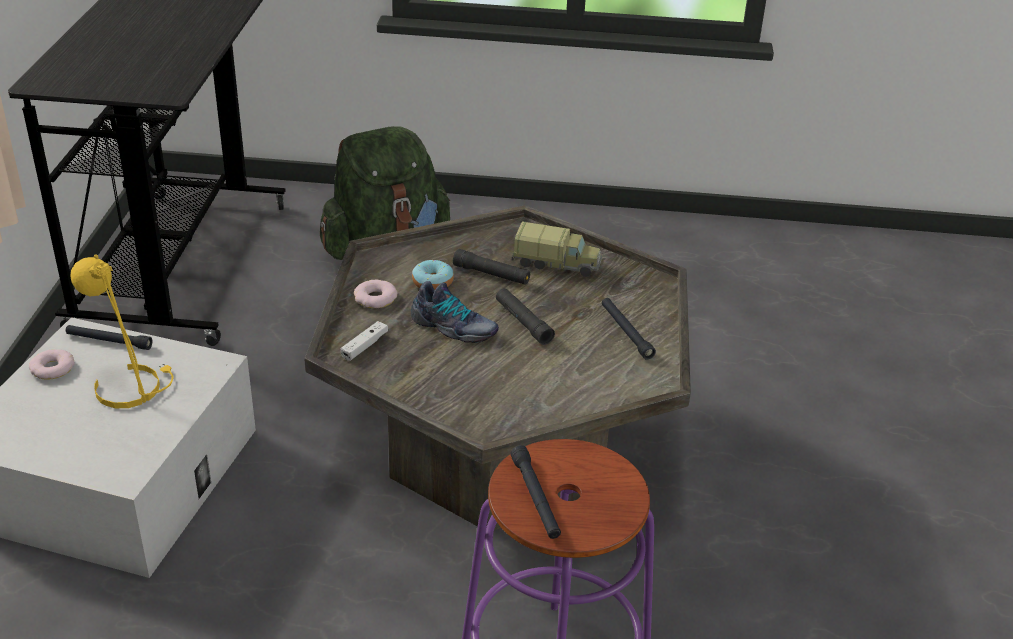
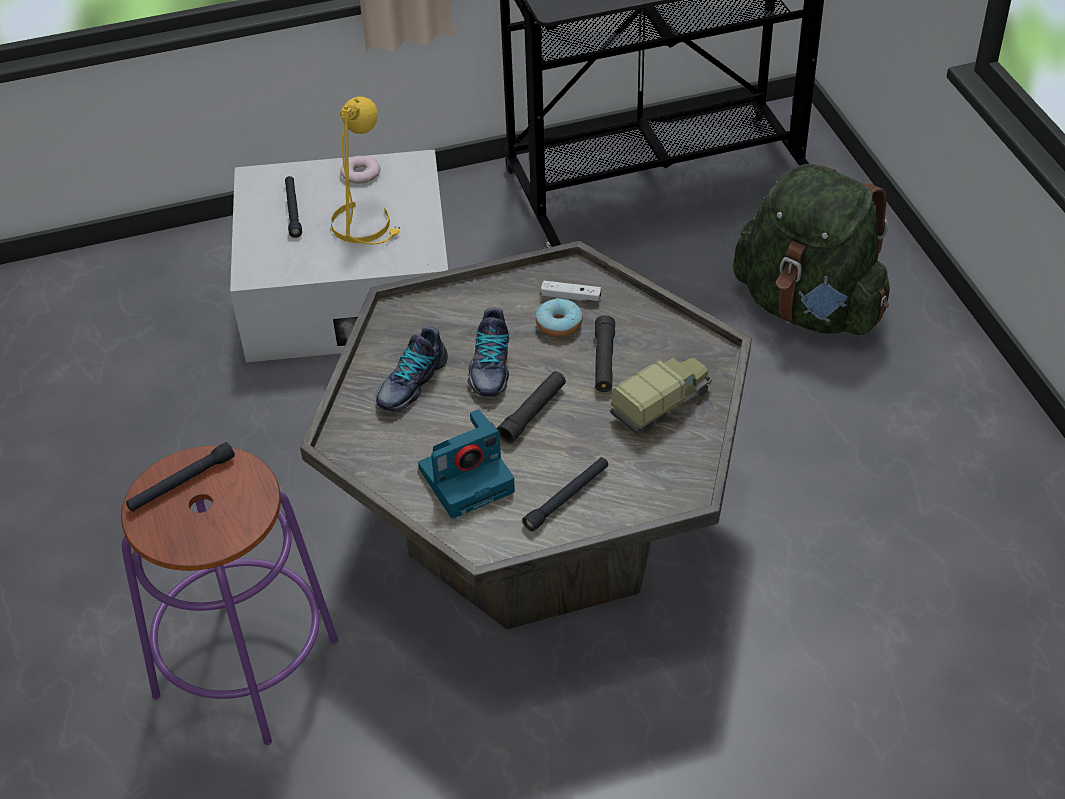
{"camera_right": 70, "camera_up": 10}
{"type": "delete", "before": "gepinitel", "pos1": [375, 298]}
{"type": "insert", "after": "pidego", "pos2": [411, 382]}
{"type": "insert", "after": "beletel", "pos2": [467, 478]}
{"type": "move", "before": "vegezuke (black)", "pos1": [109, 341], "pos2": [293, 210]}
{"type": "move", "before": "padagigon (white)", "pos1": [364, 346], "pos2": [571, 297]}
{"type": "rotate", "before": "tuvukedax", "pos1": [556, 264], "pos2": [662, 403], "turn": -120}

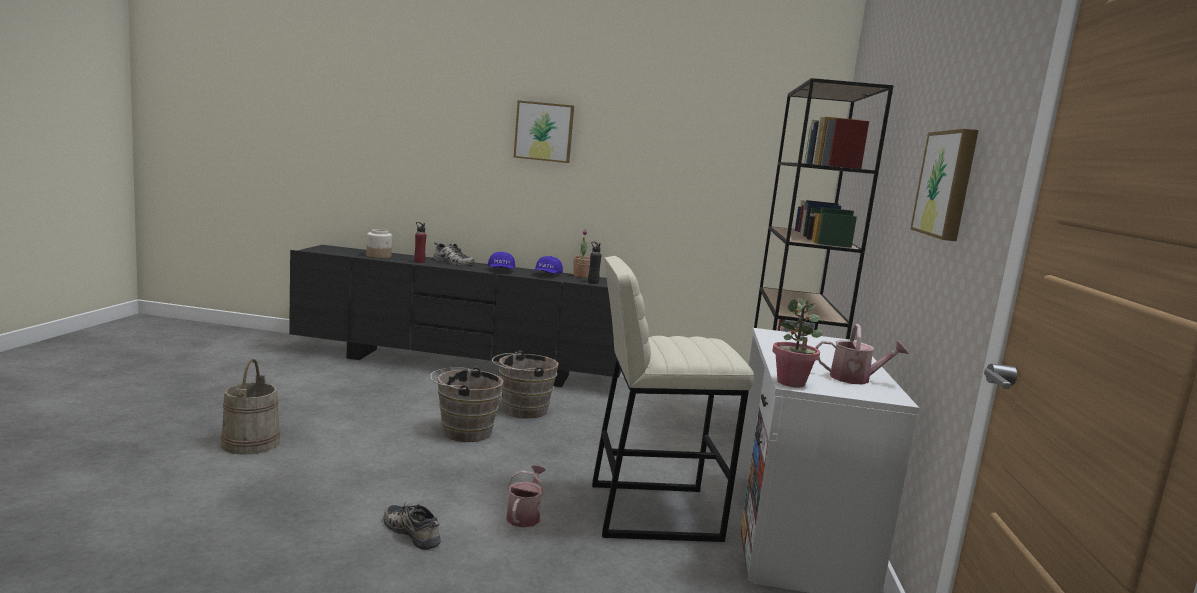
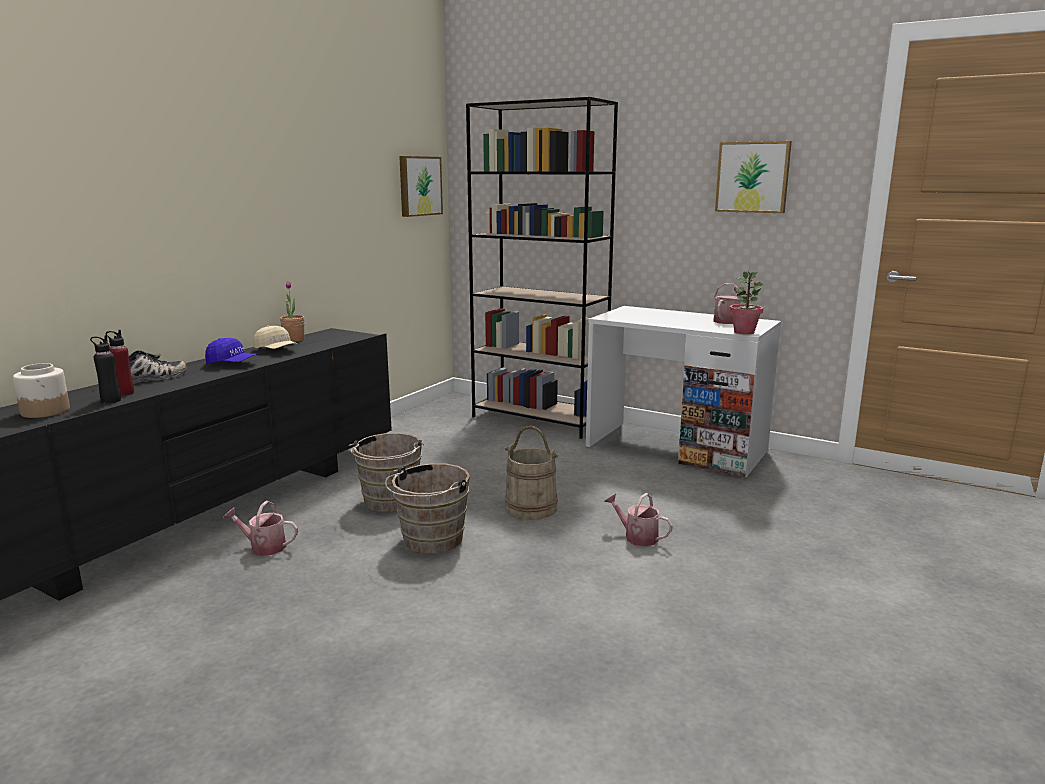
{"camera_right": -65, "camera_up": 5}
{"type": "delete", "before": "pidego", "pos1": [413, 532]}
{"type": "delete", "before": "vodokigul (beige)", "pos1": [650, 511]}
{"type": "insert", "after": "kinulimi", "pos2": [263, 547]}
{"type": "move", "before": "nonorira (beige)", "pos1": [251, 443], "pos2": [531, 507]}
{"type": "move", "before": "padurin", "pos1": [544, 132], "pos2": [419, 186]}
{"type": "move", "before": "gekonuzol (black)", "pos1": [593, 282], "pos2": [111, 401]}
{"type": "recolor", "before": "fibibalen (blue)", "after": "fibibalen (beige)", "pos1": [547, 275], "pos2": [276, 350]}

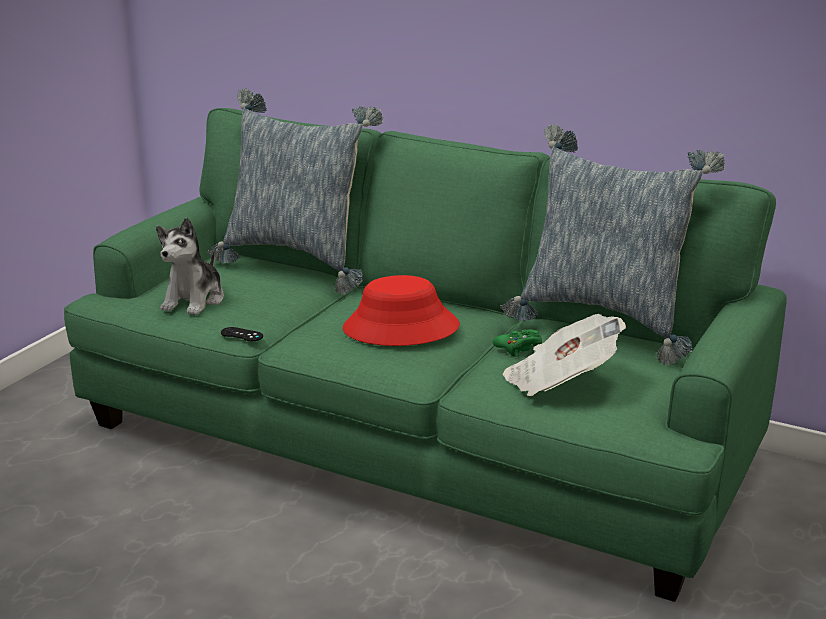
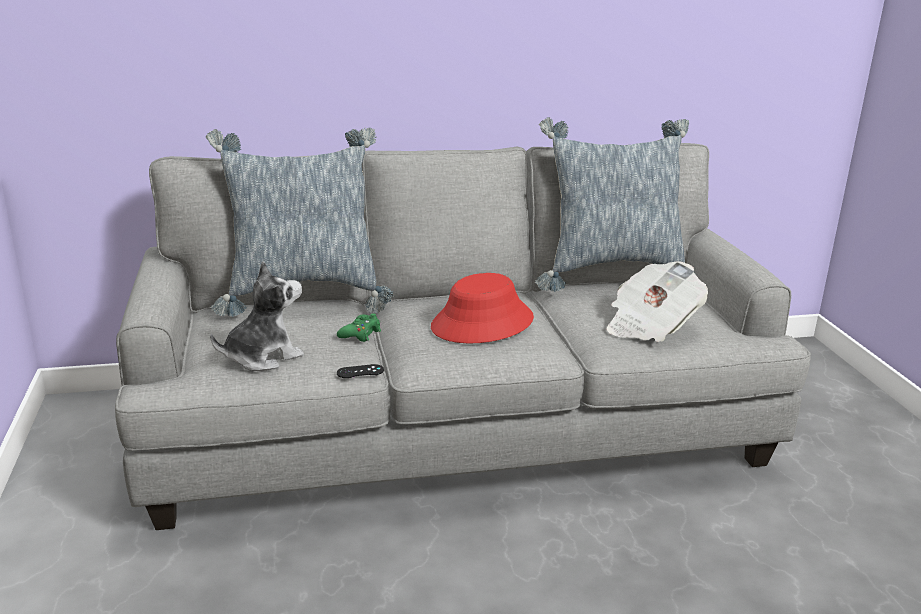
{"camera_right": -40, "camera_up": 0}
{"type": "move", "before": "padagigon (green)", "pos1": [519, 348], "pos2": [360, 334]}
{"type": "recolor", "before": "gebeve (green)", "after": "gebeve (grey)", "pos1": [413, 442], "pos2": [457, 429]}
{"type": "rotate", "before": "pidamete", "pos1": [194, 301], "pos2": [262, 357], "turn": -105}

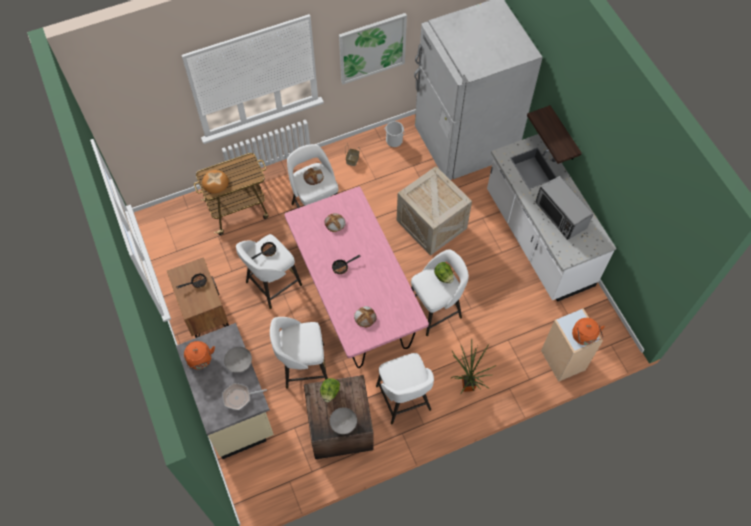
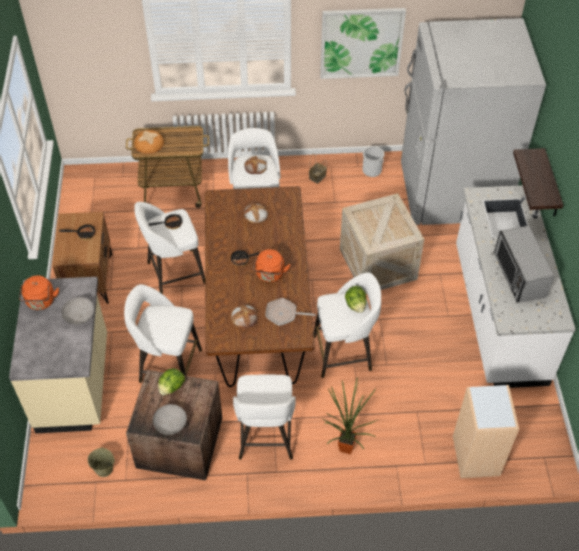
{"camera_right": 20, "camera_up": -10}
{"type": "insert", "after": "nonorira (beige)", "pos2": [104, 469]}
{"type": "move", "before": "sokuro", "pos1": [239, 397], "pos2": [284, 314]}
{"type": "move", "before": "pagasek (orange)", "pos1": [584, 337], "pos2": [270, 275]}
{"type": "recolor", "before": "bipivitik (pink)", "after": "bipivitik (brown)", "pos1": [356, 298], "pos2": [259, 314]}

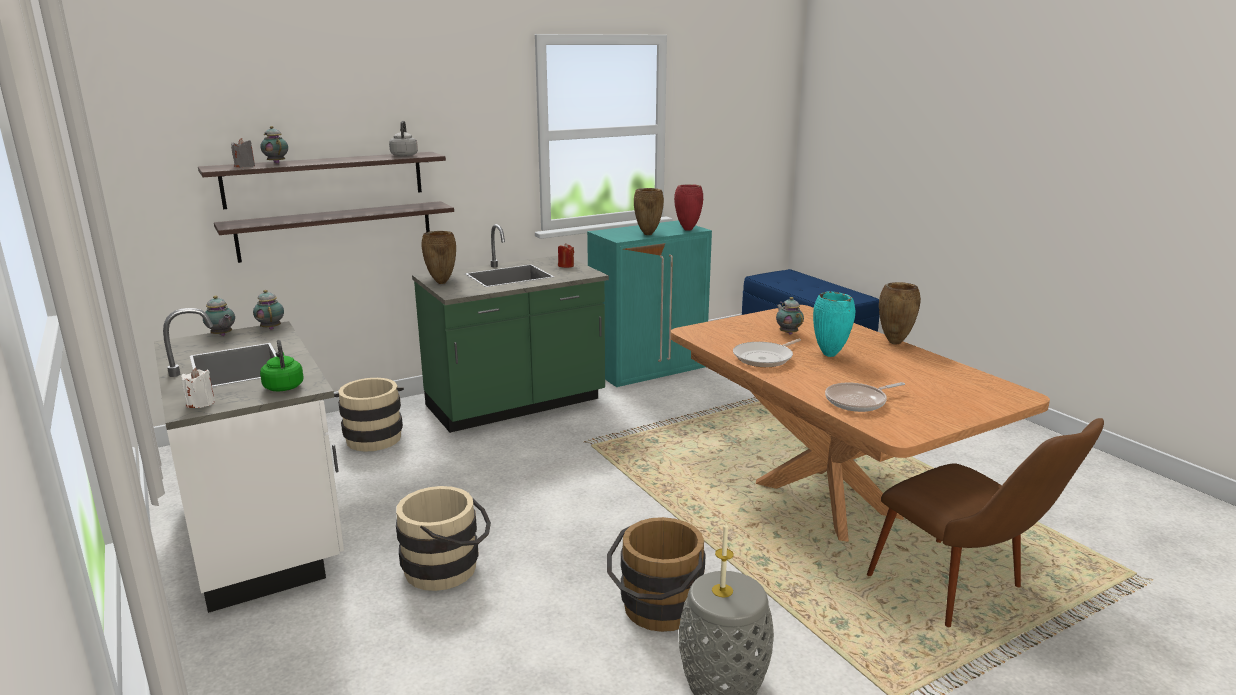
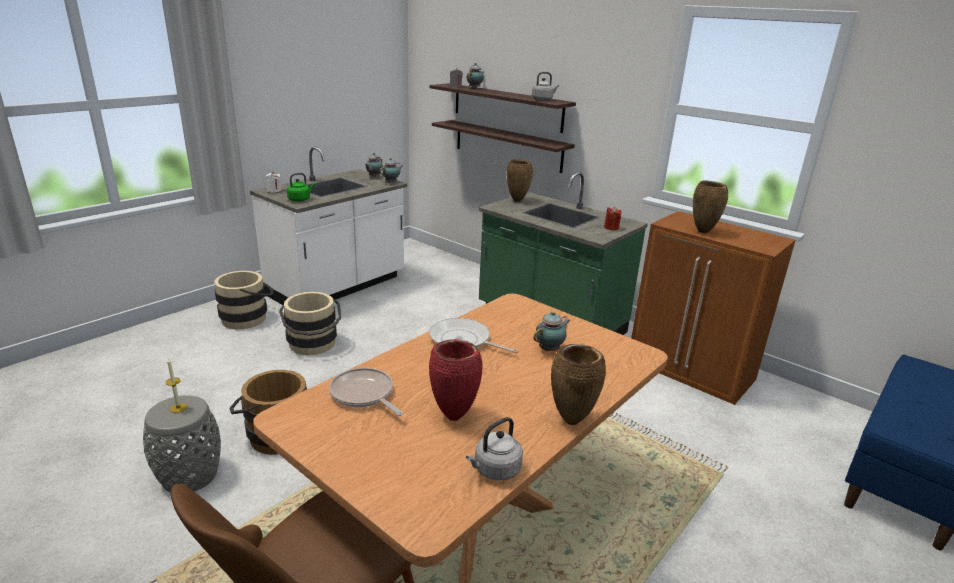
{"camera_right": 70, "camera_up": 5}
{"type": "delete", "before": "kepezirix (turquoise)", "pos1": [830, 355]}
{"type": "insert", "after": "pagasek (grey)", "pos2": [495, 470]}
{"type": "move", "before": "nonorira (beige)", "pos1": [373, 436], "pos2": [248, 318]}
{"type": "move", "before": "kepezirix (red)", "pos1": [687, 229], "pos2": [454, 416]}
{"type": "recolor", "before": "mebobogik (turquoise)", "after": "mebobogik (brown)", "pos1": [648, 367], "pos2": [691, 370]}

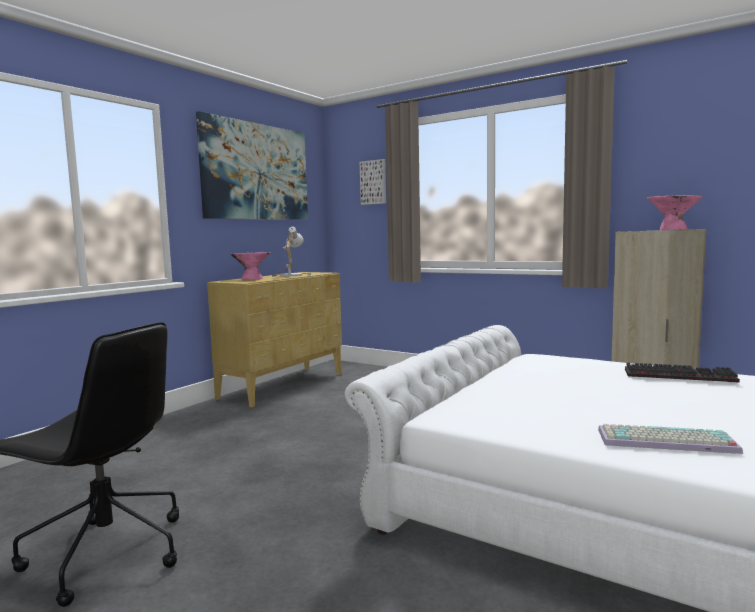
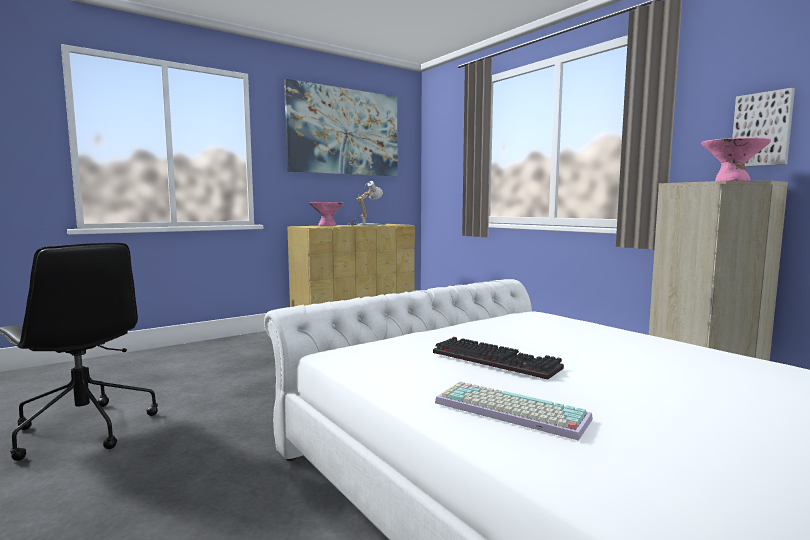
{"camera_right": 20, "camera_up": 0}
{"type": "move", "before": "padurin", "pos1": [374, 182], "pos2": [762, 129]}
{"type": "move", "before": "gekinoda", "pos1": [680, 375], "pos2": [498, 360]}

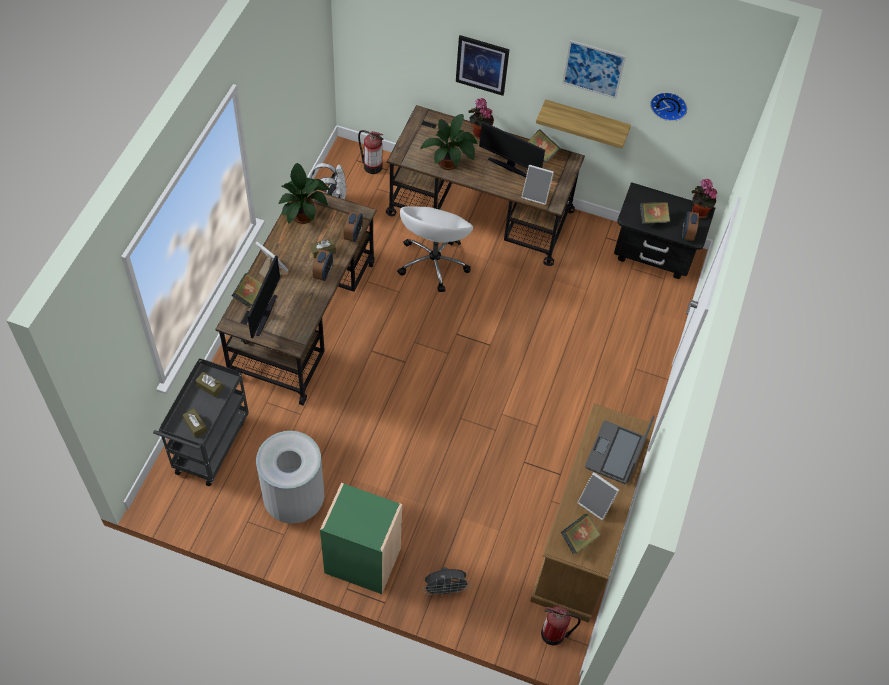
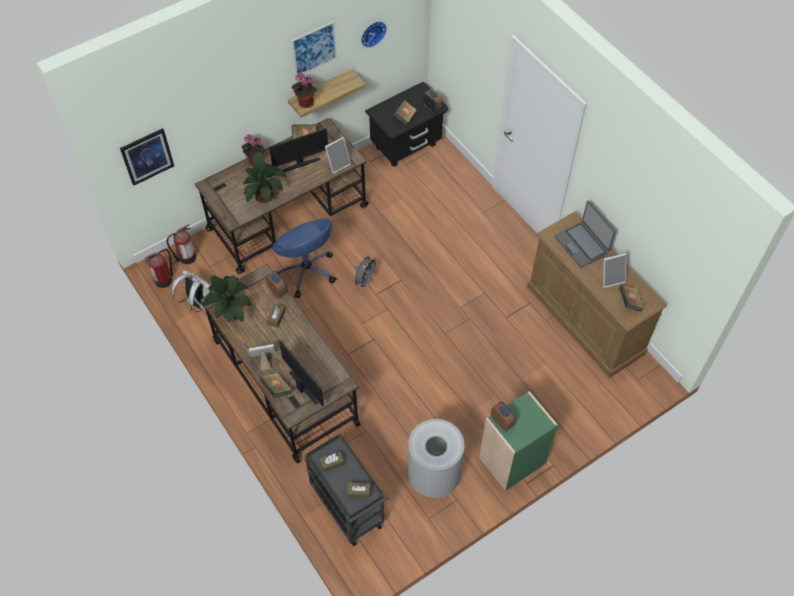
{"camera_right": -50, "camera_up": 0}
{"type": "move", "before": "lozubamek", "pos1": [323, 273], "pos2": [502, 421]}
{"type": "move", "before": "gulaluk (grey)", "pos1": [445, 590], "pos2": [365, 281]}
{"type": "move", "before": "padurin", "pos1": [482, 65], "pos2": [147, 156]}
{"type": "move", "before": "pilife", "pos1": [554, 634], "pos2": [164, 279]}
{"type": "move", "before": "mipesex", "pos1": [698, 211], "pos2": [305, 103]}
{"type": "recolor", "before": "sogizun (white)", "after": "sogizun (blue)", "pos1": [432, 265], "pos2": [307, 273]}

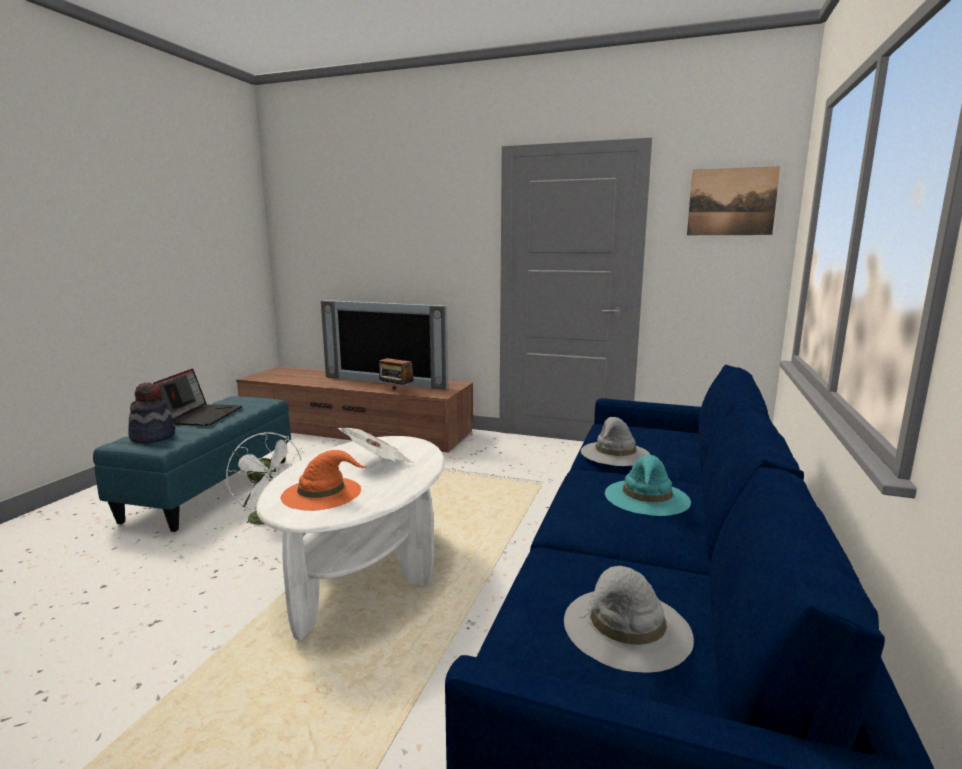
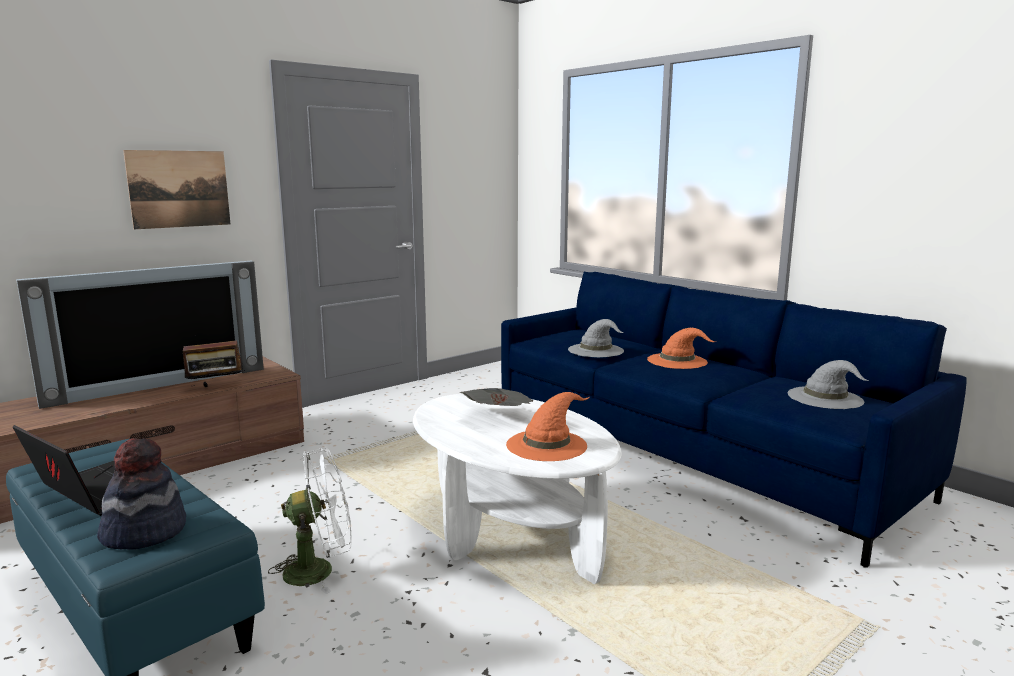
{"camera_right": -60, "camera_up": 0}
{"type": "move", "before": "padurin", "pos1": [731, 202], "pos2": [179, 189]}
{"type": "recolor", "before": "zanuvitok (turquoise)", "after": "zanuvitok (orange)", "pos1": [647, 497], "pos2": [678, 361]}

